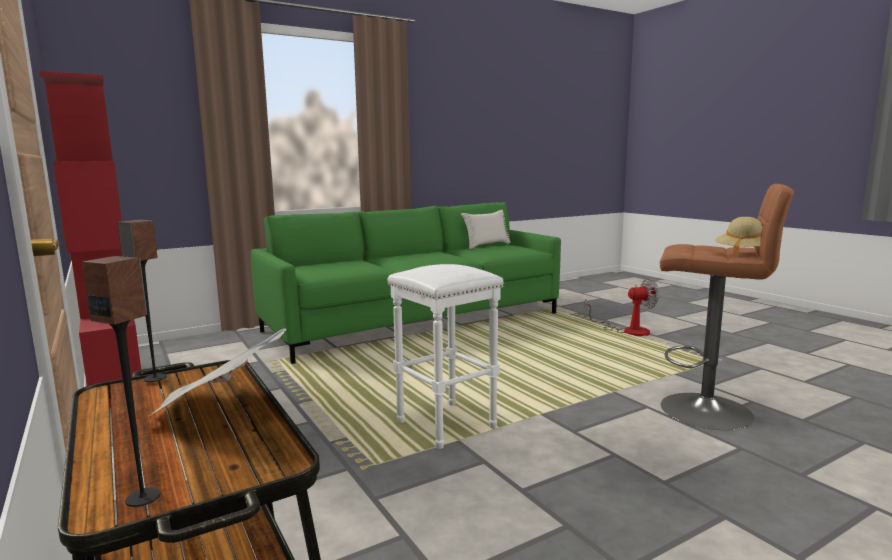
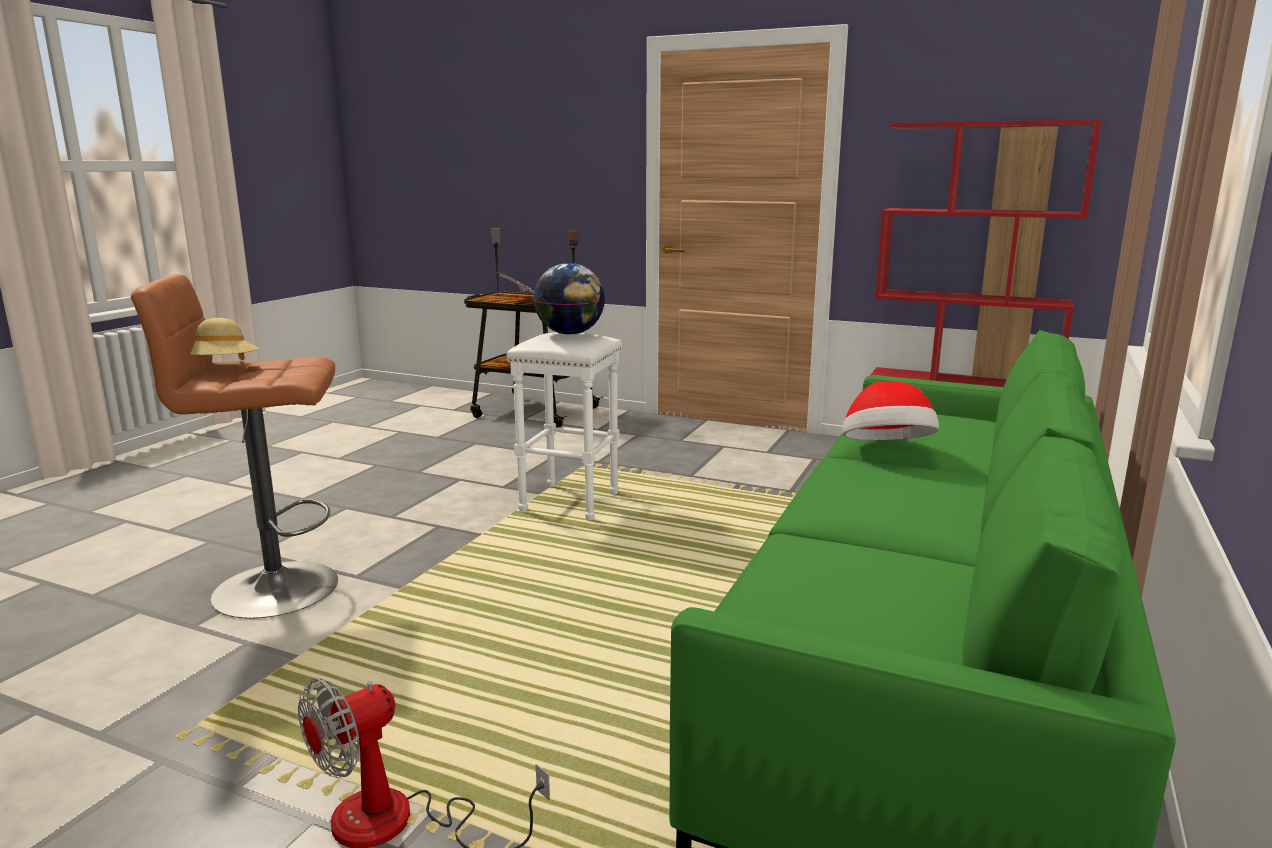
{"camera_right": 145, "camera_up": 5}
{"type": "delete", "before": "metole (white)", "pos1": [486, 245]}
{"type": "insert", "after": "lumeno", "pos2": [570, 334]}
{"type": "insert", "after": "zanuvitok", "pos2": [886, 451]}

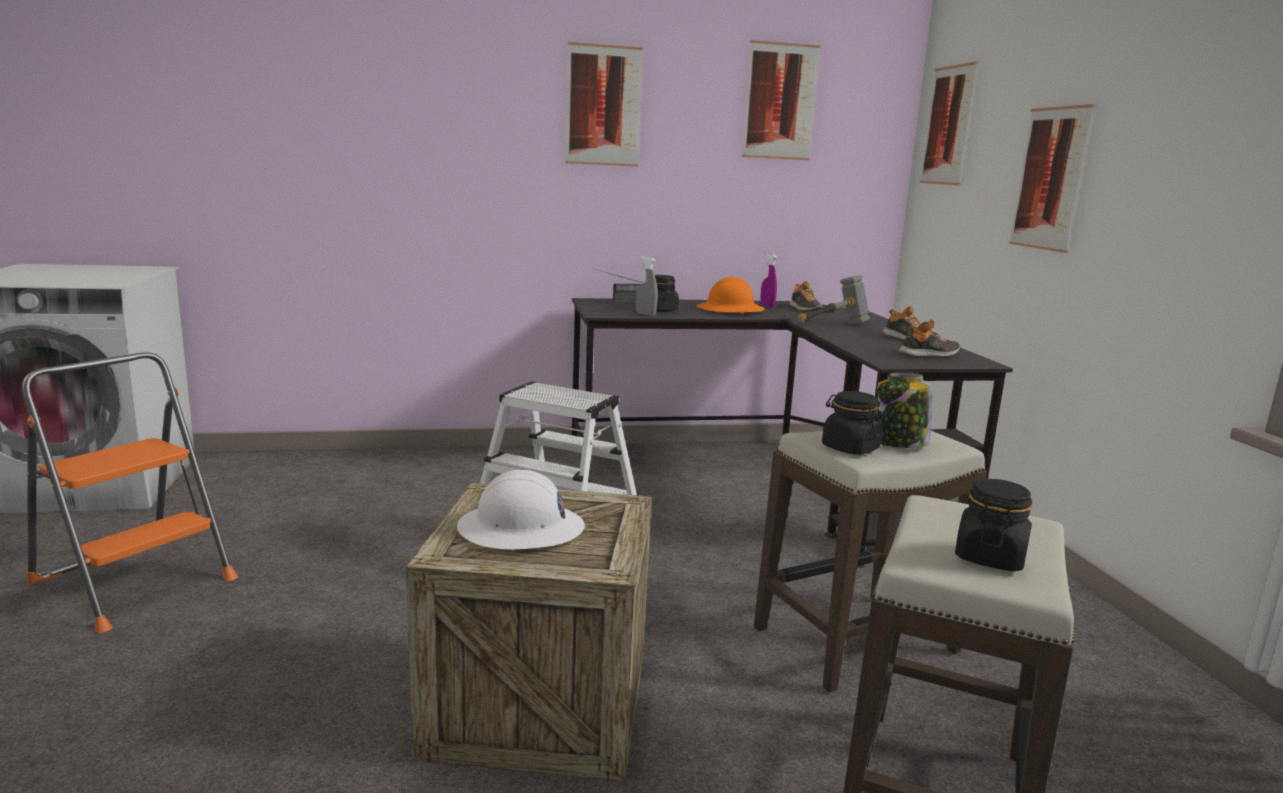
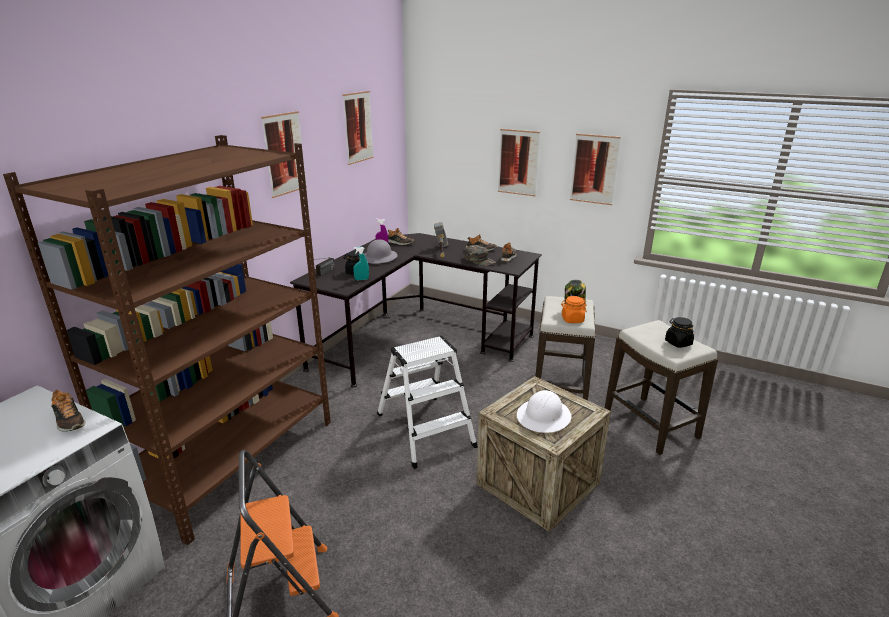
{"camera_right": -50, "camera_up": 10}
{"type": "insert", "after": "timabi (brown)", "pos2": [232, 459]}
{"type": "insert", "after": "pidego", "pos2": [69, 420]}
{"type": "insert", "after": "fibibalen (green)", "pos2": [480, 260]}
{"type": "move", "before": "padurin", "pos1": [948, 125], "pos2": [594, 169]}
{"type": "recolor", "before": "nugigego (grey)", "after": "nugigego (turquoise)", "pos1": [645, 314], "pos2": [361, 279]}
{"type": "recolor", "before": "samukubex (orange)", "after": "samukubex (grey)", "pos1": [730, 310], "pos2": [379, 258]}
{"type": "recolor", "before": "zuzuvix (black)", "after": "zuzuvix (orange)", "pos1": [849, 448], "pos2": [572, 320]}

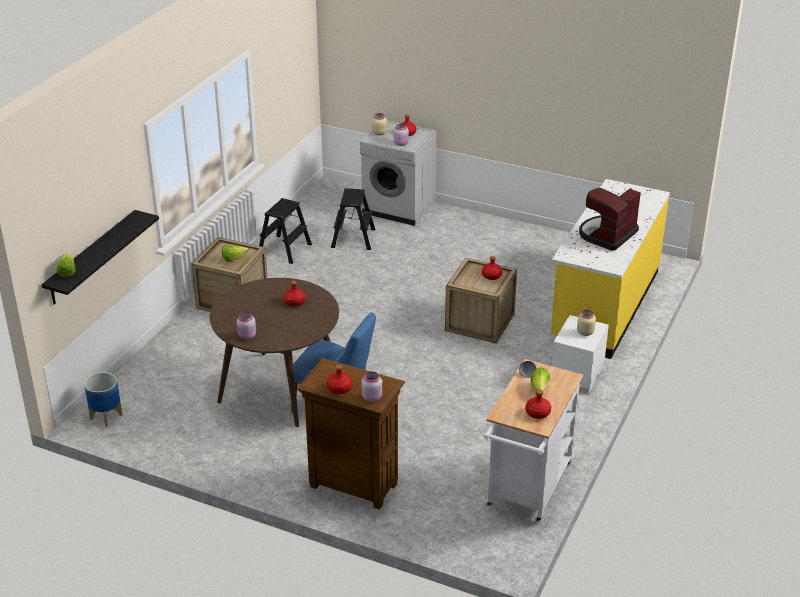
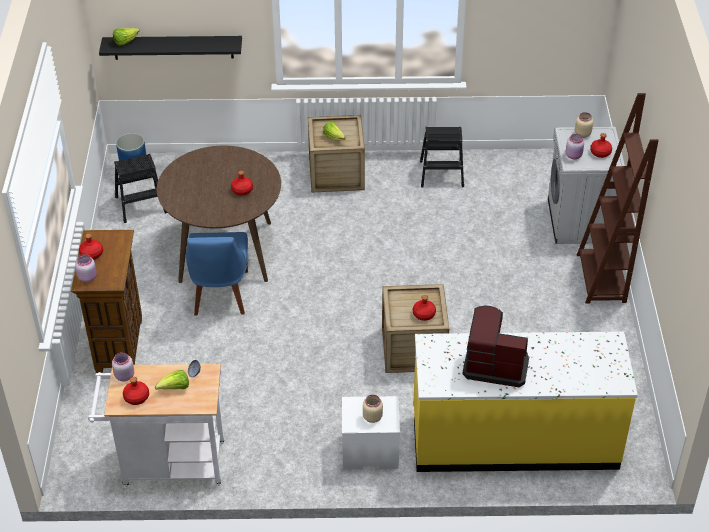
{"camera_right": 65, "camera_up": 10}
{"type": "insert", "after": "timabi (brown)", "pos2": [601, 278]}
{"type": "move", "before": "zuzuvix (pink)", "pos1": [246, 336], "pos2": [124, 376]}
{"type": "move", "before": "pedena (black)", "pos1": [353, 238], "pos2": [141, 204]}

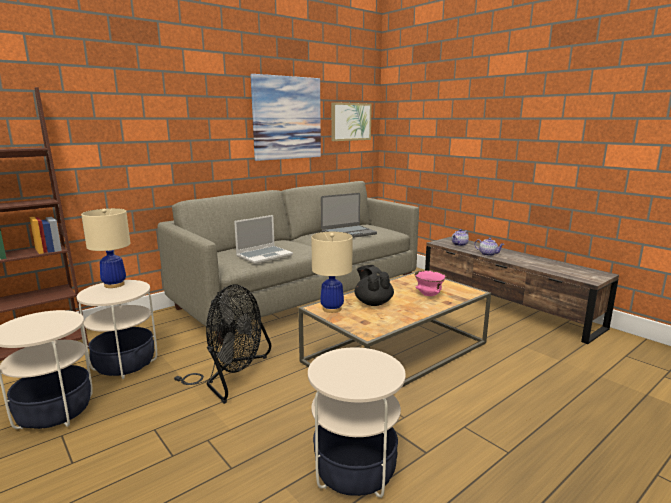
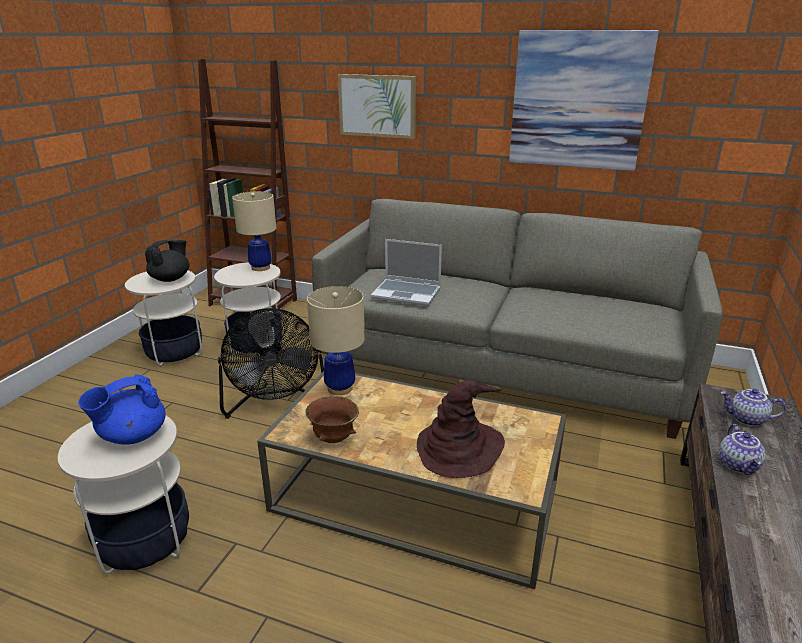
{"camera_right": 60, "camera_up": 10}
{"type": "delete", "before": "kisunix", "pos1": [348, 233]}
{"type": "insert", "after": "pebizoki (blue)", "pos2": [132, 436]}
{"type": "insert", "after": "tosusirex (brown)", "pos2": [333, 439]}
{"type": "move", "before": "padurin", "pos1": [350, 121], "pos2": [377, 106]}
{"type": "move", "before": "pebizoki (black)", "pos1": [373, 303], "pos2": [171, 279]}
{"type": "replace", "before": "tosusirex (pink)", "after": "zanuvitok (brown)", "pos1": [428, 295], "pos2": [459, 448]}

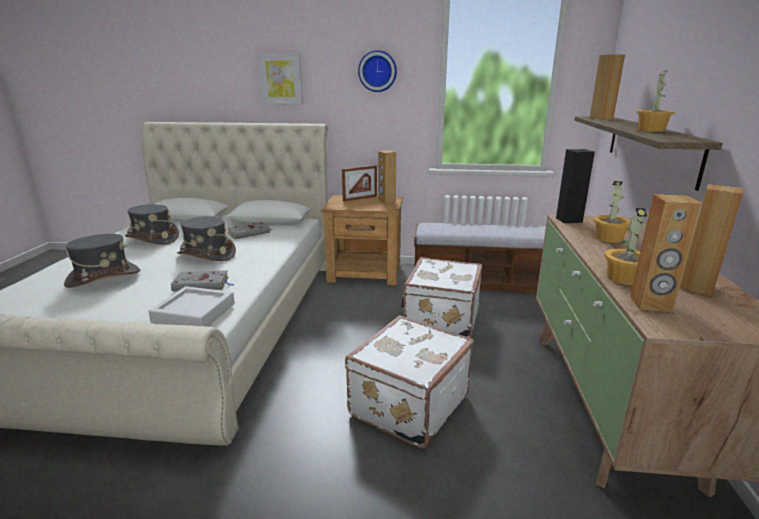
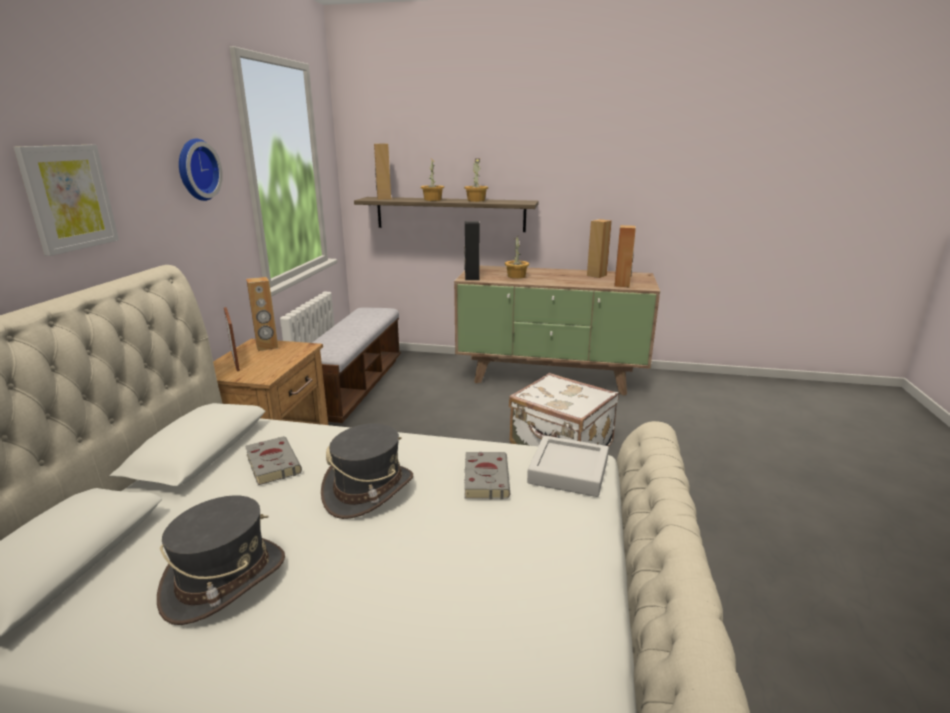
{"camera_right": -85, "camera_up": 0}
{"type": "delete", "before": "zanuvitok (grey)", "pos1": [103, 277]}
{"type": "delete", "before": "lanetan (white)", "pos1": [440, 319]}
{"type": "move", "before": "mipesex", "pos1": [623, 278], "pos2": [432, 200]}

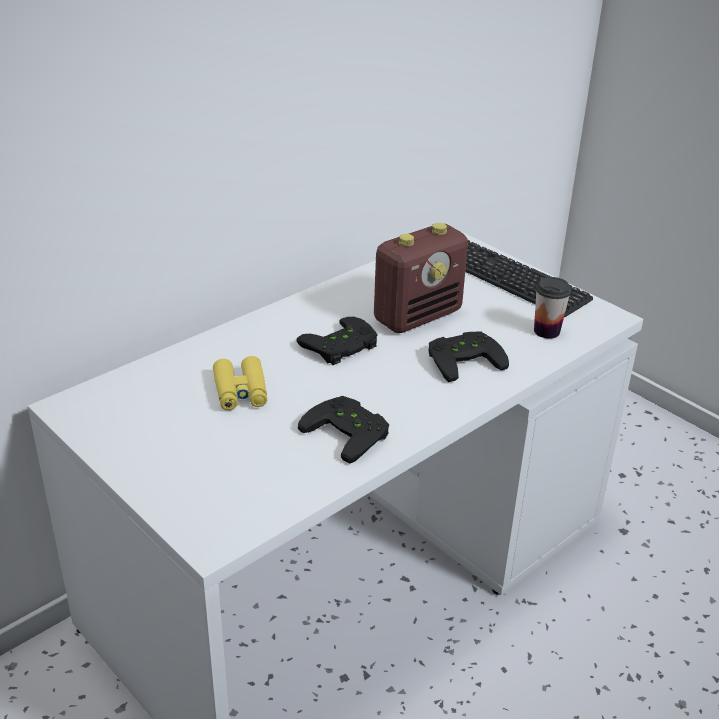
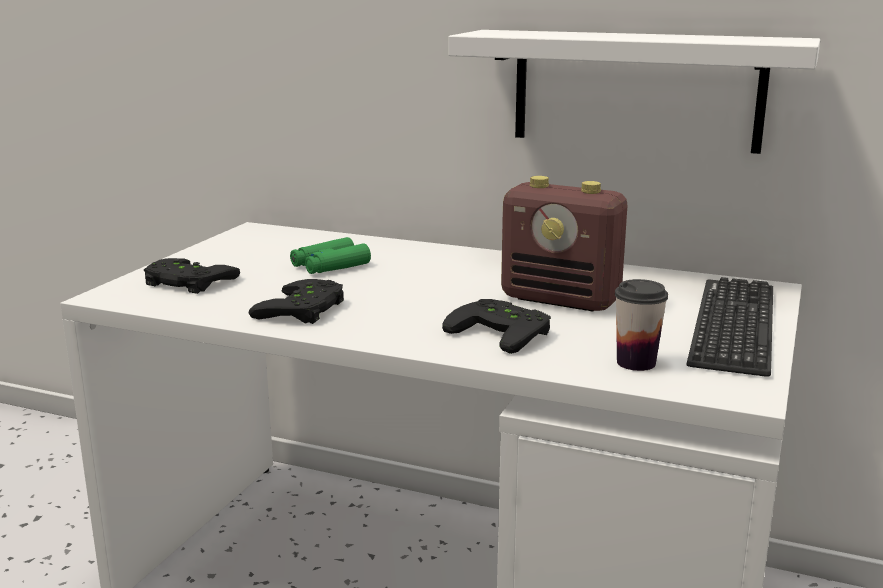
{"camera_right": 65, "camera_up": -15}
{"type": "insert", "after": "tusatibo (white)", "pos2": [636, 90]}
{"type": "move", "before": "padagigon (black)", "pos1": [341, 347], "pos2": [186, 282]}
{"type": "recolor", "before": "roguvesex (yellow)", "after": "roguvesex (green)", "pos1": [240, 391], "pos2": [330, 265]}

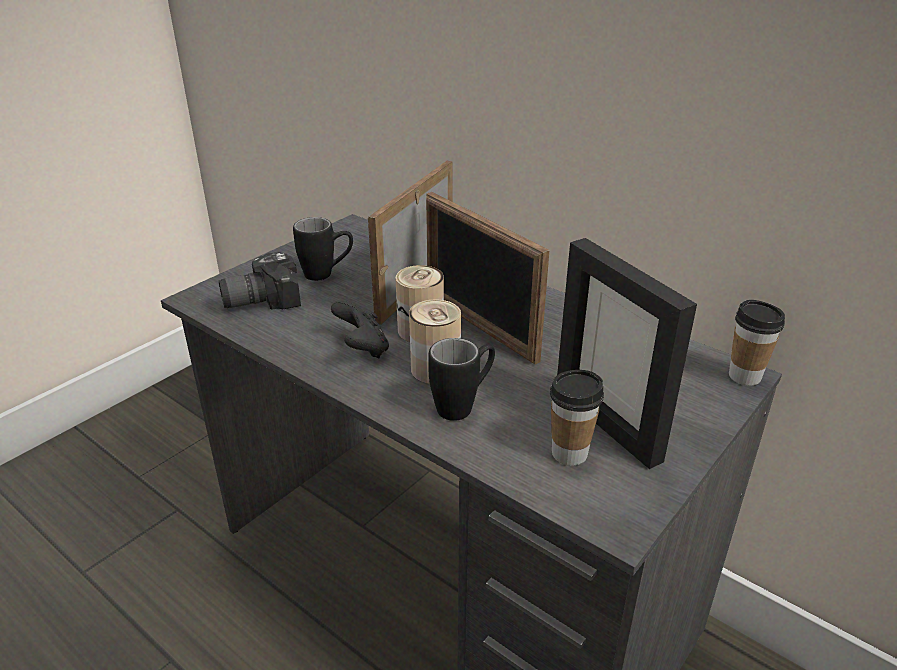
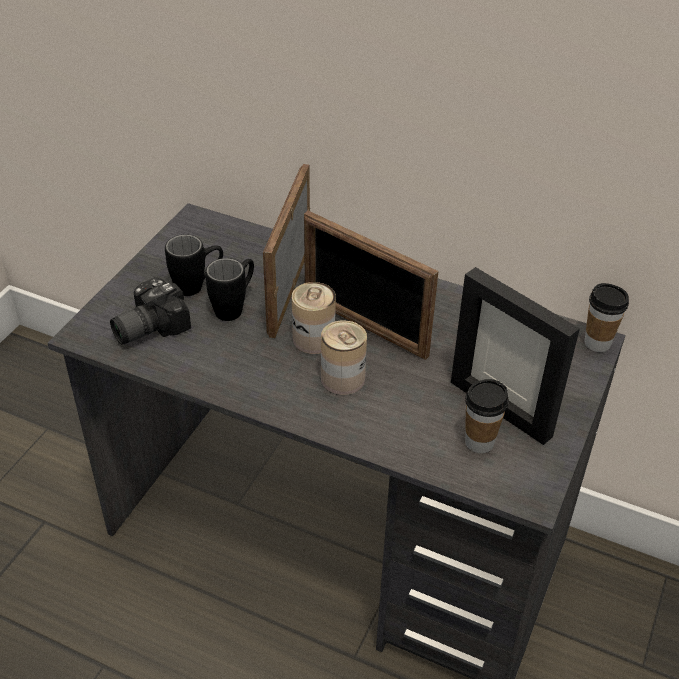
{"camera_right": -15, "camera_up": 10}
{"type": "delete", "before": "padagigon (black)", "pos1": [362, 349]}
{"type": "move", "before": "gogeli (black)", "pos1": [463, 405], "pos2": [235, 307]}

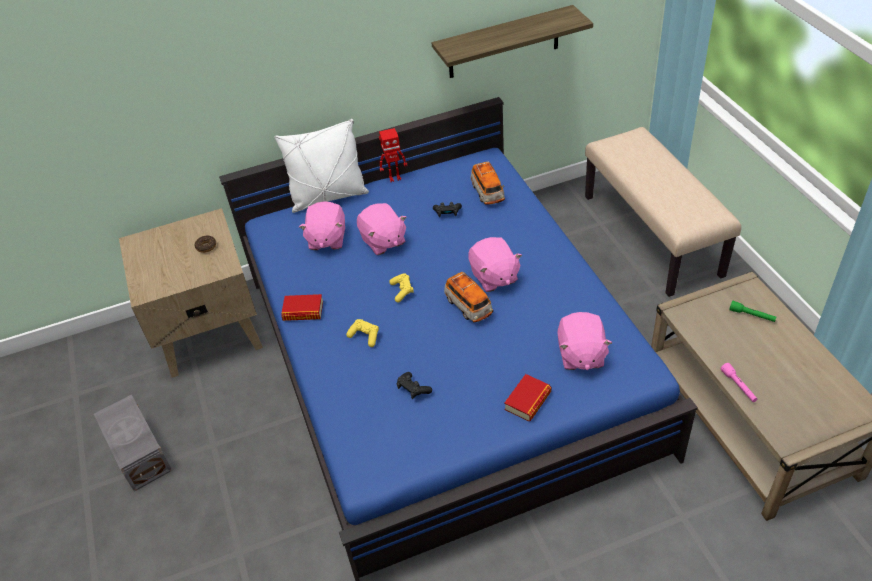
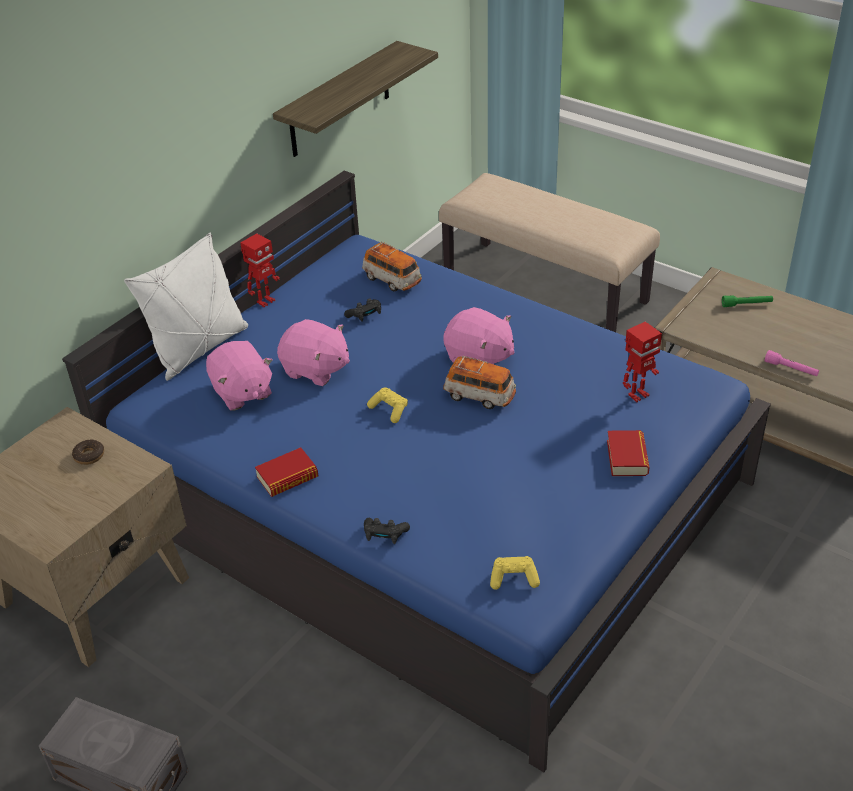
{"camera_right": -35, "camera_up": -5}
{"type": "move", "before": "padagigon (yellow)", "pos1": [365, 336], "pos2": [514, 578]}
{"type": "move", "before": "padagigon (black)", "pos1": [413, 389], "pos2": [384, 535]}
{"type": "replace", "before": "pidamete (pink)", "after": "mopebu", "pos1": [580, 355], "pos2": [637, 395]}

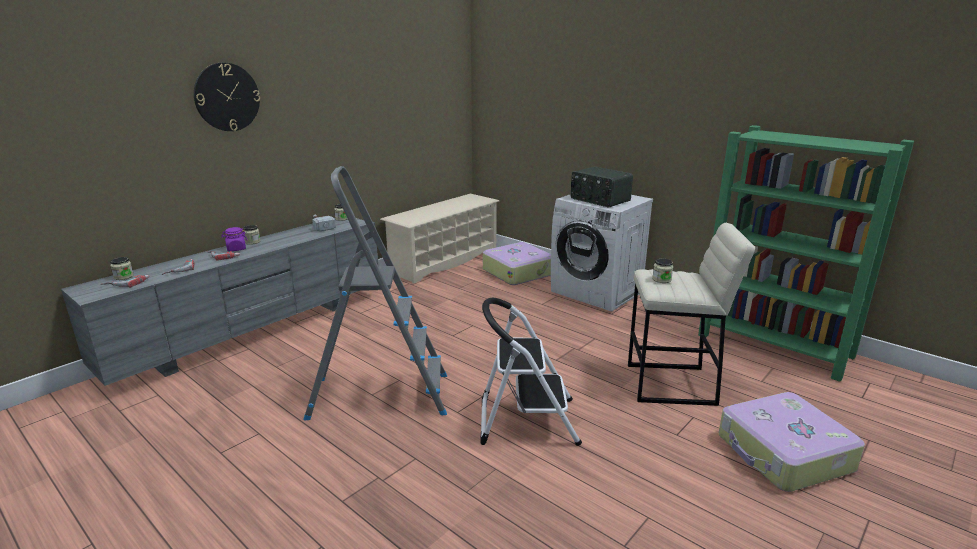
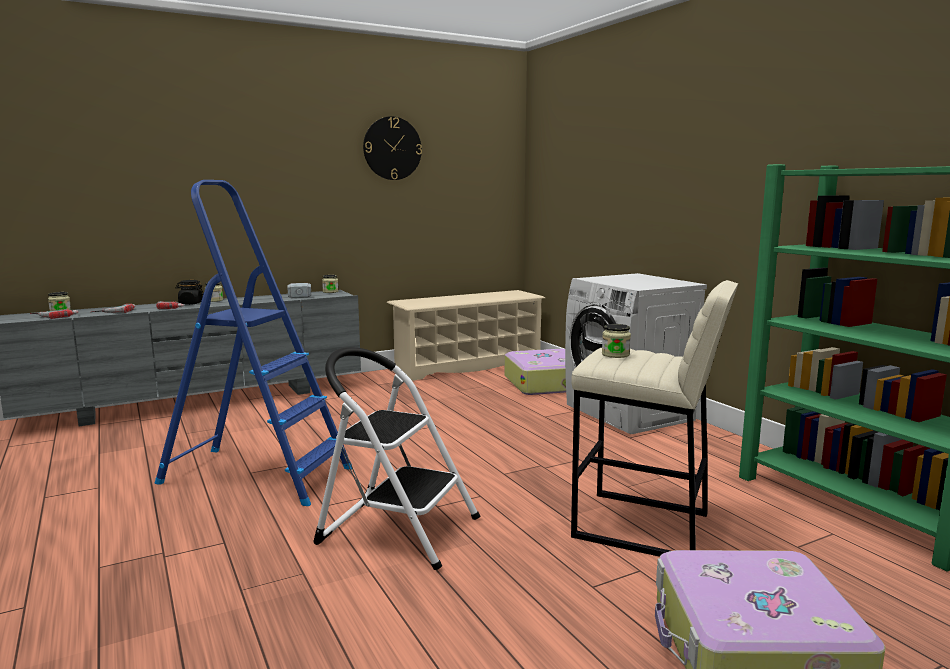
{"camera_right": 20, "camera_up": -10}
{"type": "delete", "before": "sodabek", "pos1": [599, 200]}
{"type": "move", "before": "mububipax", "pos1": [227, 97], "pos2": [392, 148]}
{"type": "recolor", "before": "zuzuvix (purple)", "after": "zuzuvix (black)", "pos1": [236, 249], "pos2": [190, 303]}
{"type": "recolor", "before": "pedena (grey)", "after": "pedena (blue)", "pos1": [380, 396], "pos2": [257, 475]}

